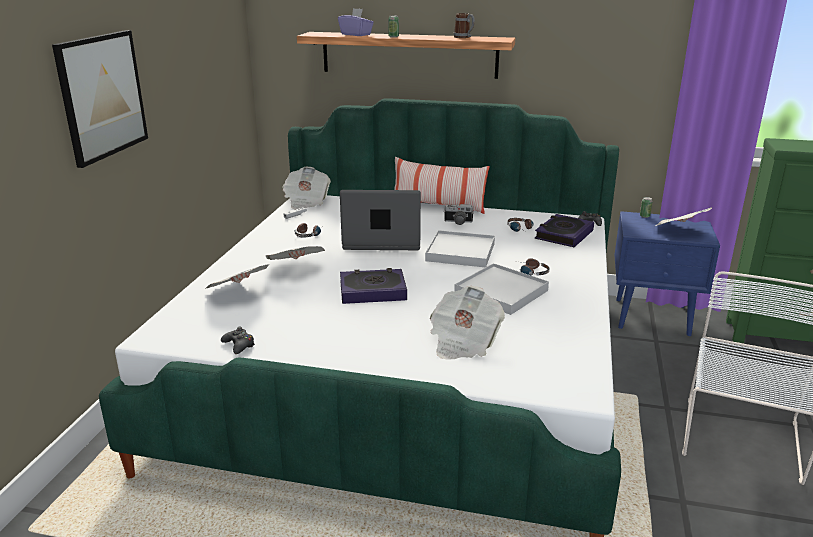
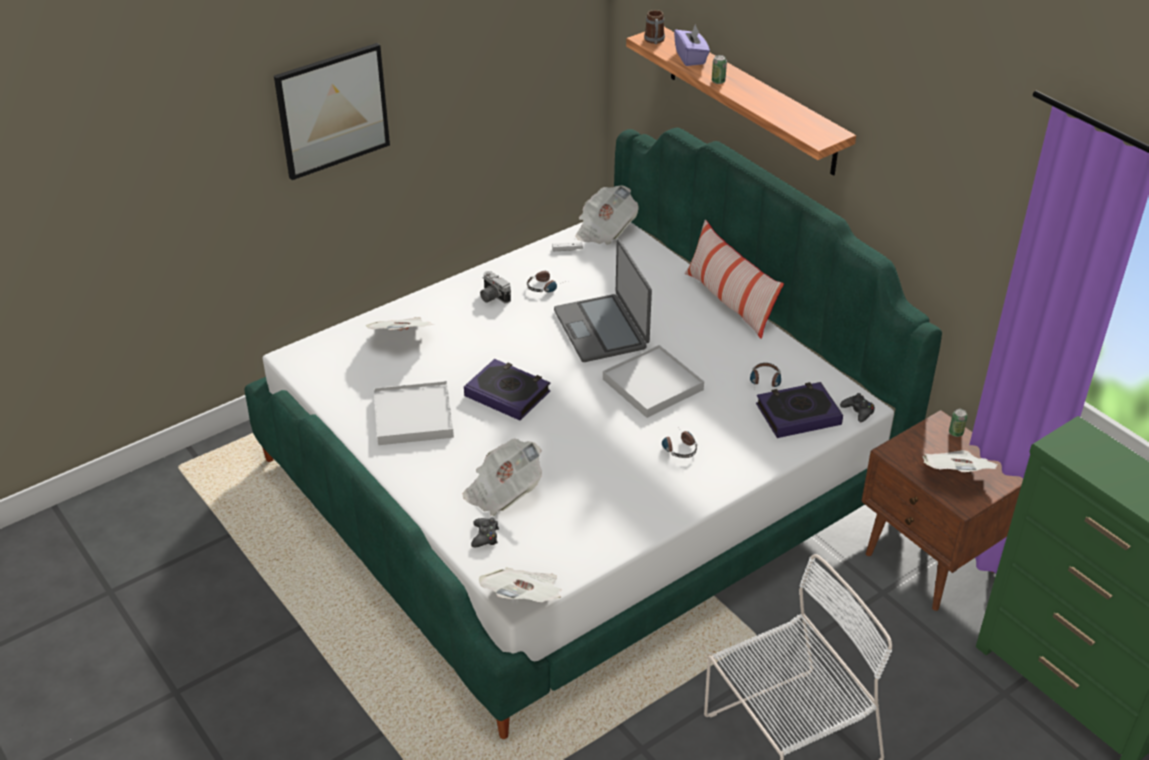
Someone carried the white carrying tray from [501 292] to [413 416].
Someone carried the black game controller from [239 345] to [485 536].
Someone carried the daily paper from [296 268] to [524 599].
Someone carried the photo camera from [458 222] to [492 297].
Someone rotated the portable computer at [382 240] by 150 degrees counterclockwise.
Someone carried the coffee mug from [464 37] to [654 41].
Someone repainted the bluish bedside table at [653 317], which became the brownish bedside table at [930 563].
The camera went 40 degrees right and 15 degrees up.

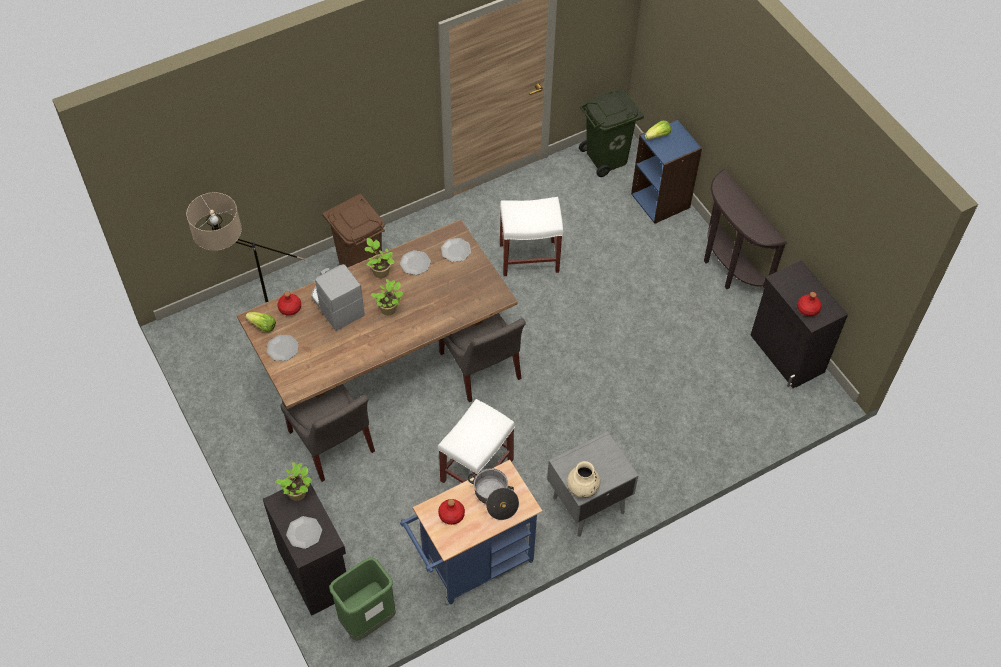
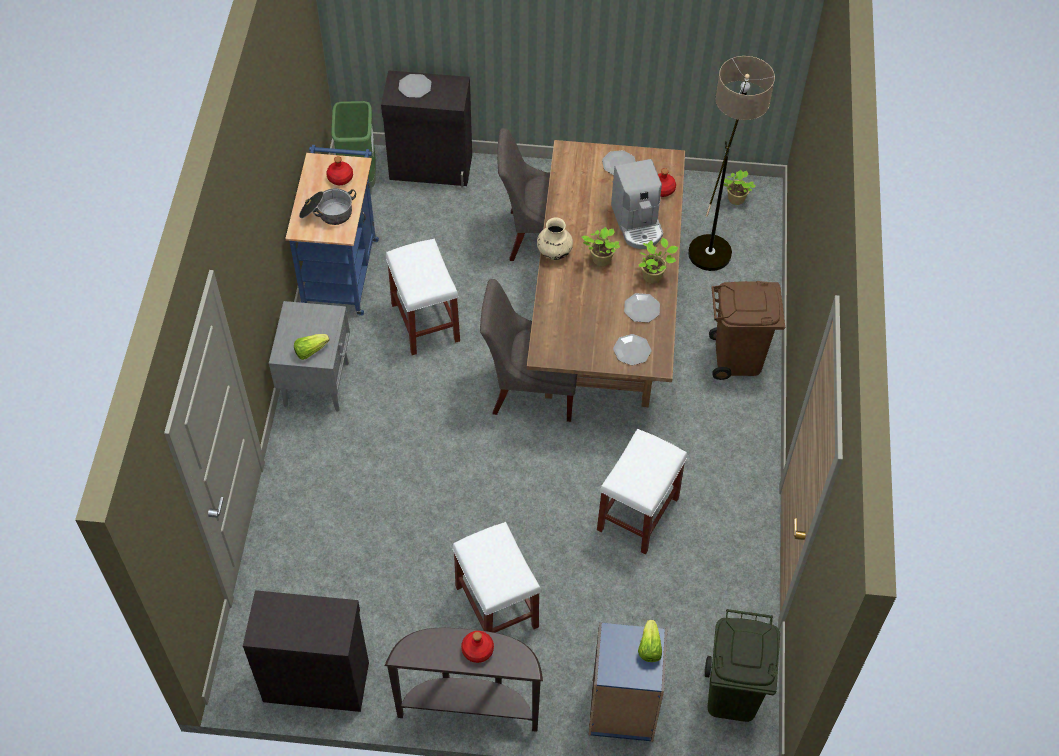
Someone carried the lettuce head from [262 326] to [310 351].
Someone put down the white stool seat at [497 607].
Someone carried the red-coloured bottle from [808 309] to [477 650].
Someone carried the sand-coloured flower vase from [582 488] to [554 252].
Someone rotated the coffee brewer at [336 305] by 75 degrees clockwise.
Someone carried the houseplant from [298 493] to [735 199].
The camera went 125 degrees right and 0 degrees up.

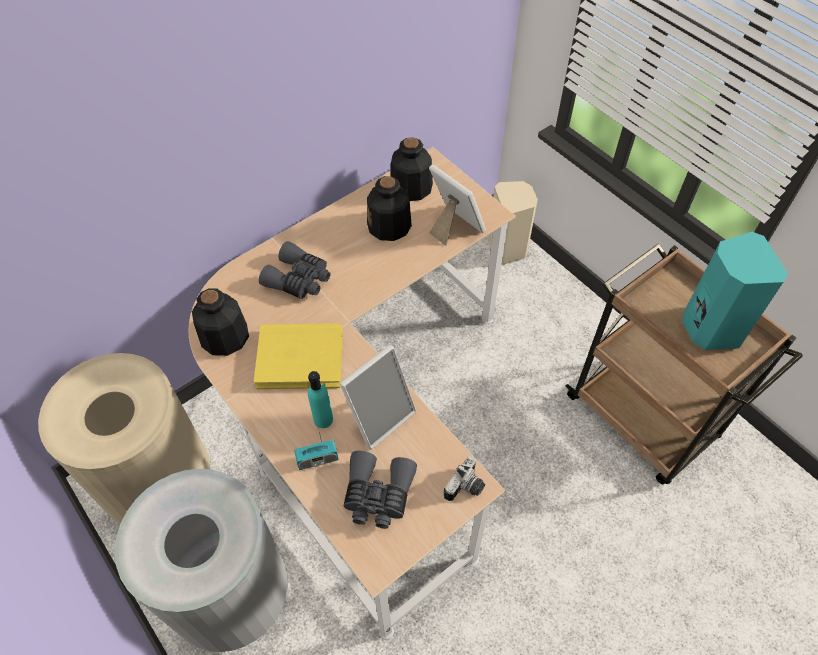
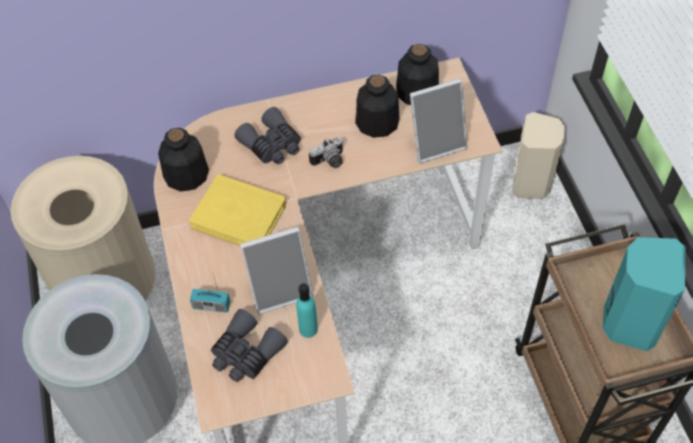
Someone carried the turquoise-coloured bottle from [323 419] to [308 329].
Someone carried the photo camera from [466 488] to [329 162].
Someone rotated the standing frame at [453 227] by 90 degrees clockwise.
The camera went 25 degrees right and 0 degrees up.

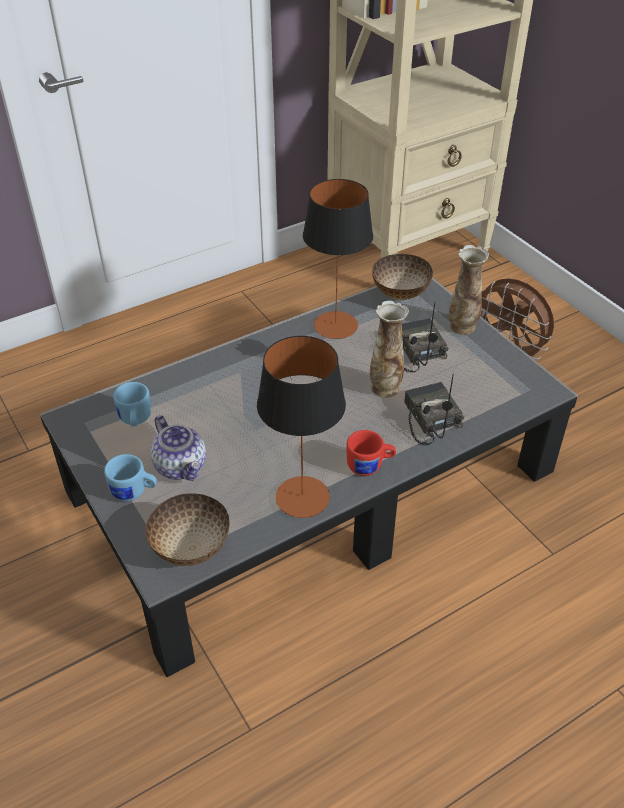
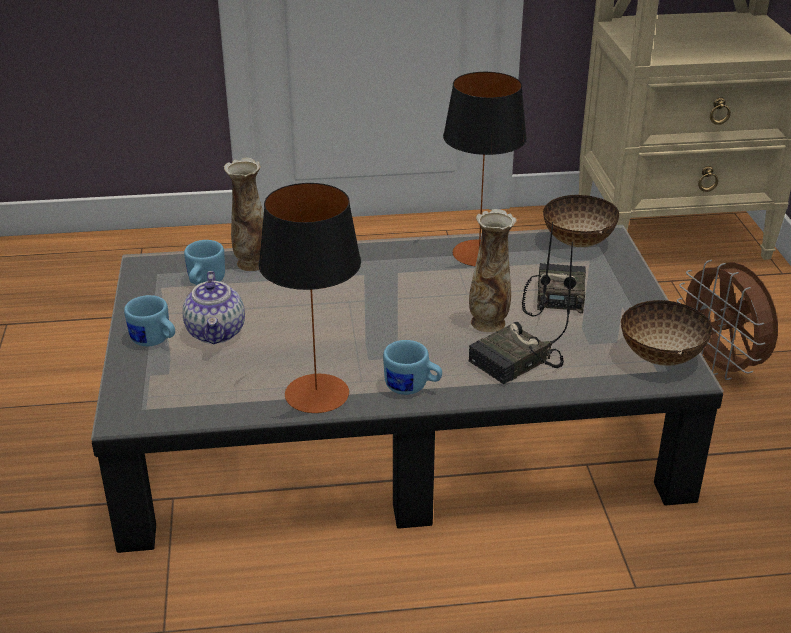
Someone carried the flower vase from [462 327] to [252 263].
Someone repainted the red-coloured coffee mug at [370 466], which became the bluish coffee mug at [412 387].
Someone rotated the radio receiver at [429 418] by 135 degrees counterclockwise.
Someone carried the serving bowl from [190 548] to [659 356].
The camera went 25 degrees right and 10 degrees down.

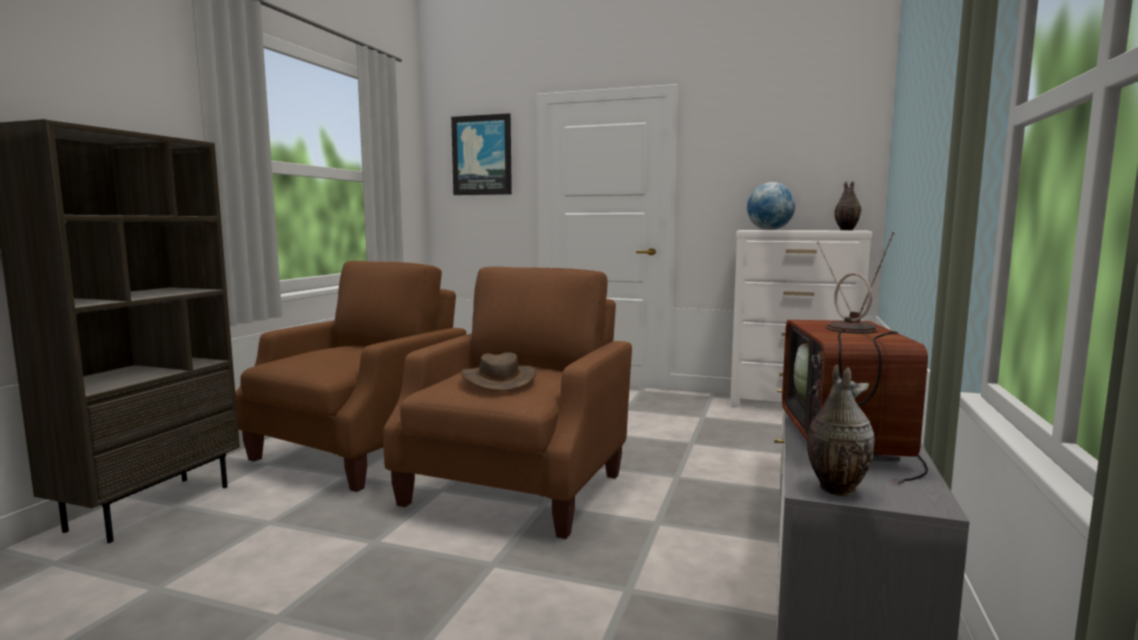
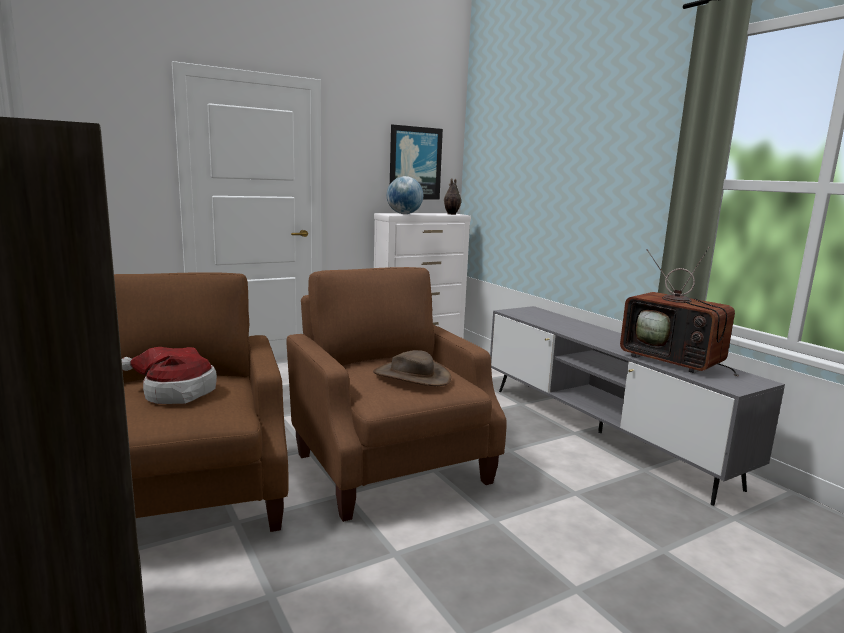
Someone put down the wearable hat at [174 393].
Someone carried the picture from [482 155] to [415 163].
Someone took away the flower vase at [834 488].
The camera went 50 degrees left and 5 degrees up.

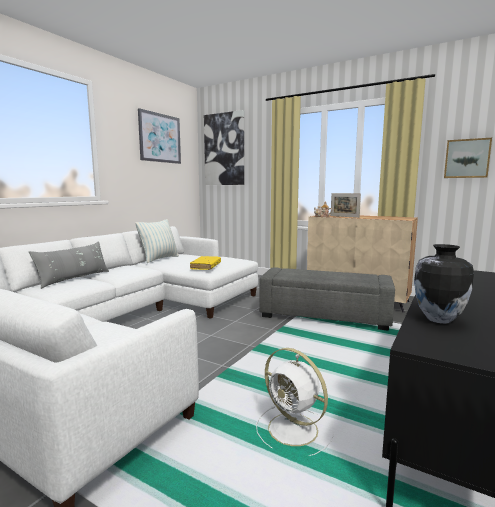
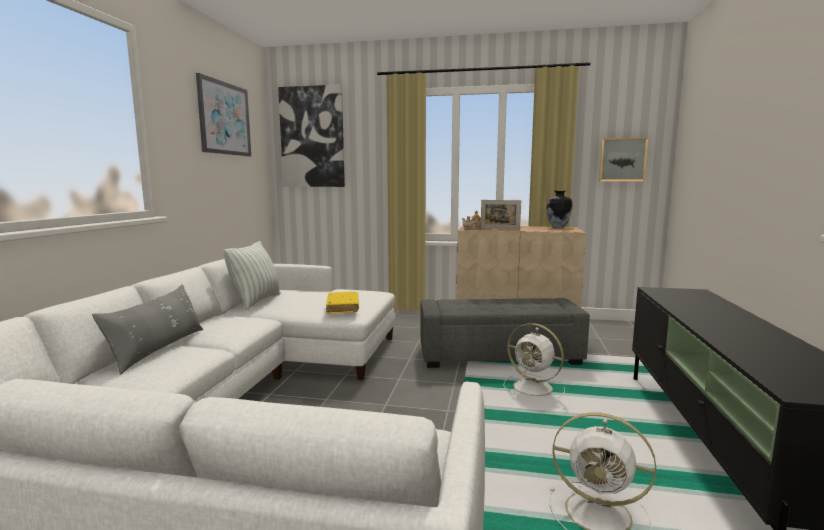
Someone put down the white fan at [534 388].
Someone carried the flower vase from [438 319] to [557 227].
The camera went 20 degrees left and 0 degrees up.

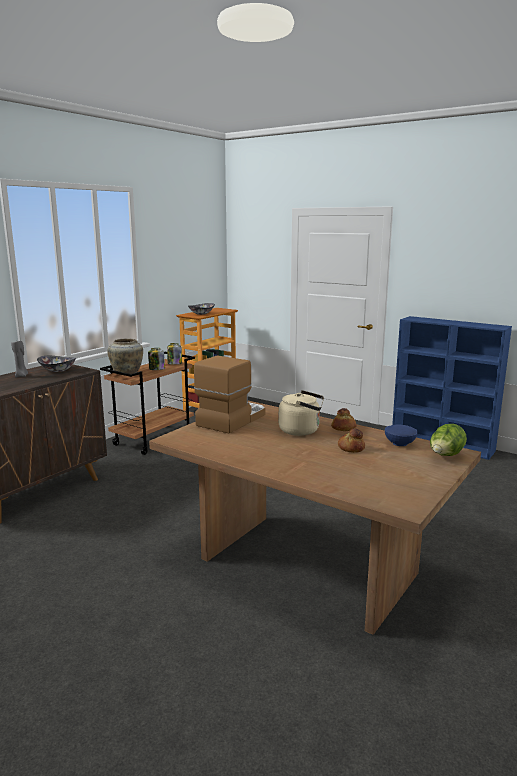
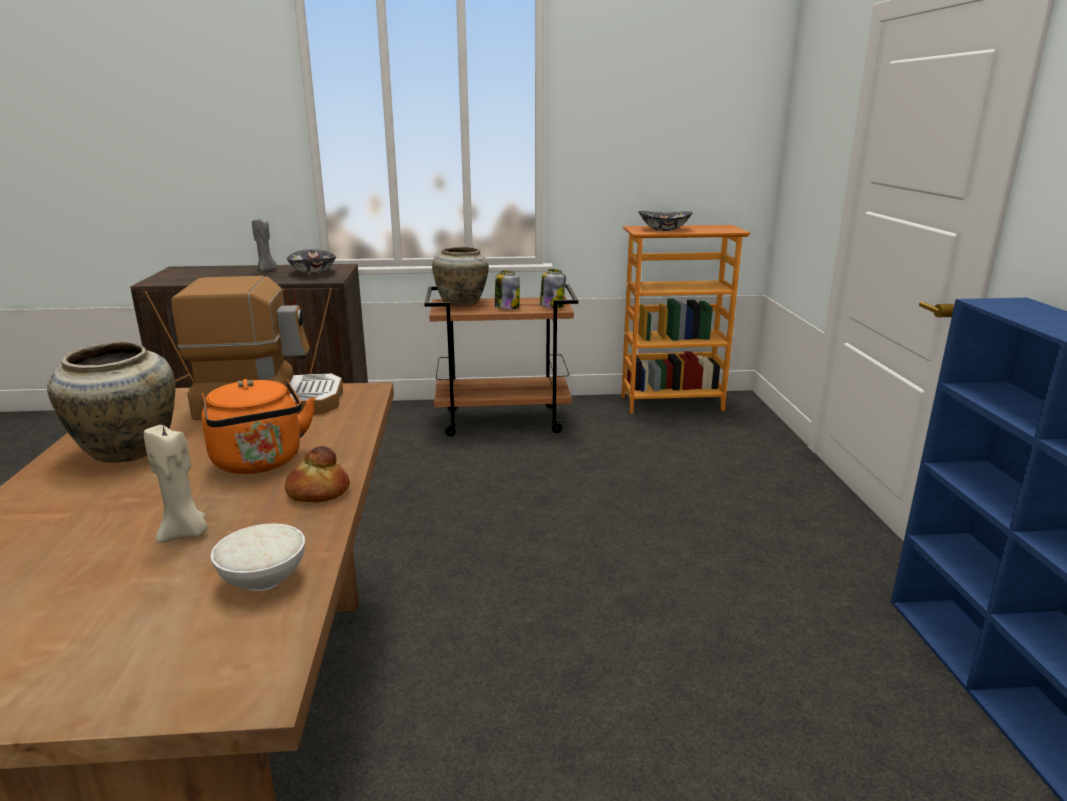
Someone put down the sand-coloured flower vase at [126 451].
Someone swapped the baked bread at [350 448] for the sand-coloured wax light at [185 533].
Someone repainted the sand-coloured water kettle at [302 431], which became the orange water kettle at [260 463].
Someone repainted the bluish serving bowl at [400 443], which became the white serving bowl at [265 579].
Someone took away the lettuce head at [445 456].
The camera went 50 degrees right and 5 degrees up.

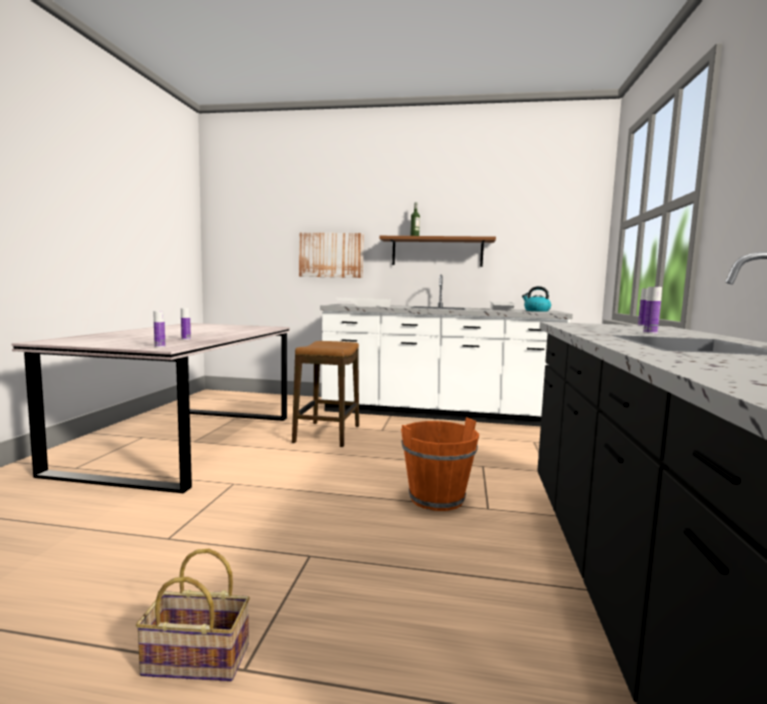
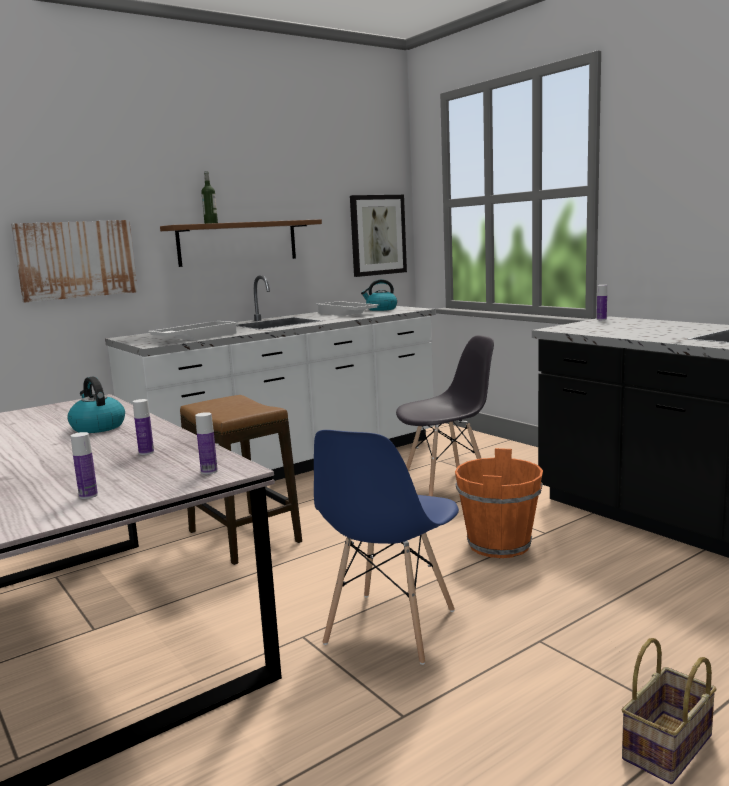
Someone put down the water kettle at [97 427].
Someone carried the bottle from [650 333] to [88 495].
Someone put down the bluish plain chair at [390 628].
Someone put up the picture at [377 235].
Someone put down the grey plain chair at [447 484].
The camera went 45 degrees left and 5 degrees up.

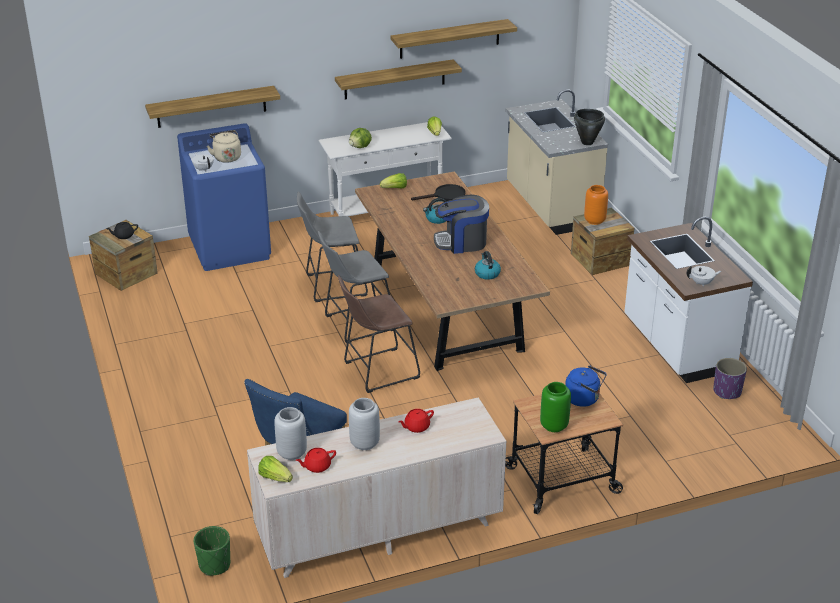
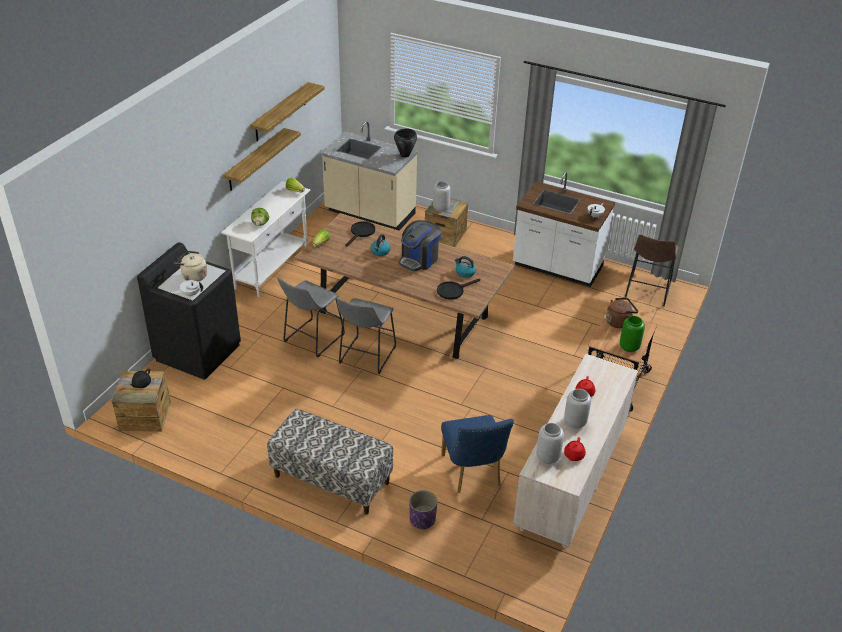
Someone repainted the bluish washing machine at [230 248], which became the black washing machine at [198 352].
Someone put down the long seat at [331 479].
Someone carried the purple flower pot from [727 391] to [422 519].
Someone repainted the orange flower vase at [595 221], which became the grey flower vase at [441 208].
Someone put down the black skillet at [453 290].
Someone repainted the bluish water kettle at [584 399], which became the brownish water kettle at [619 321].
Someone carried the brownish stool seat from [377 371] to [646 291].
Someone took away the wall shelf at [211 107].
Someone took away the green flower pot at [214 565].
Someone took away the lettuce head at [275 477].
The camera went 45 degrees left and 5 degrees up.

